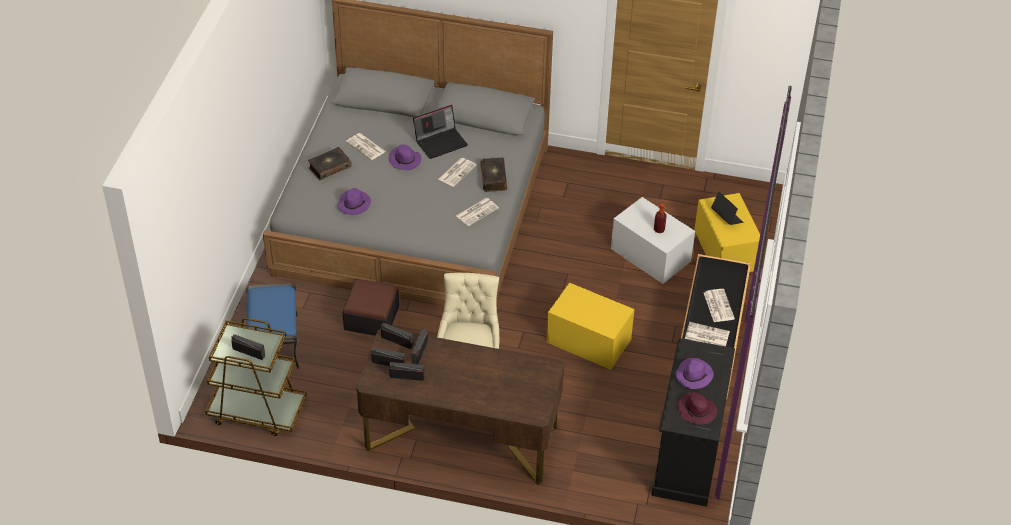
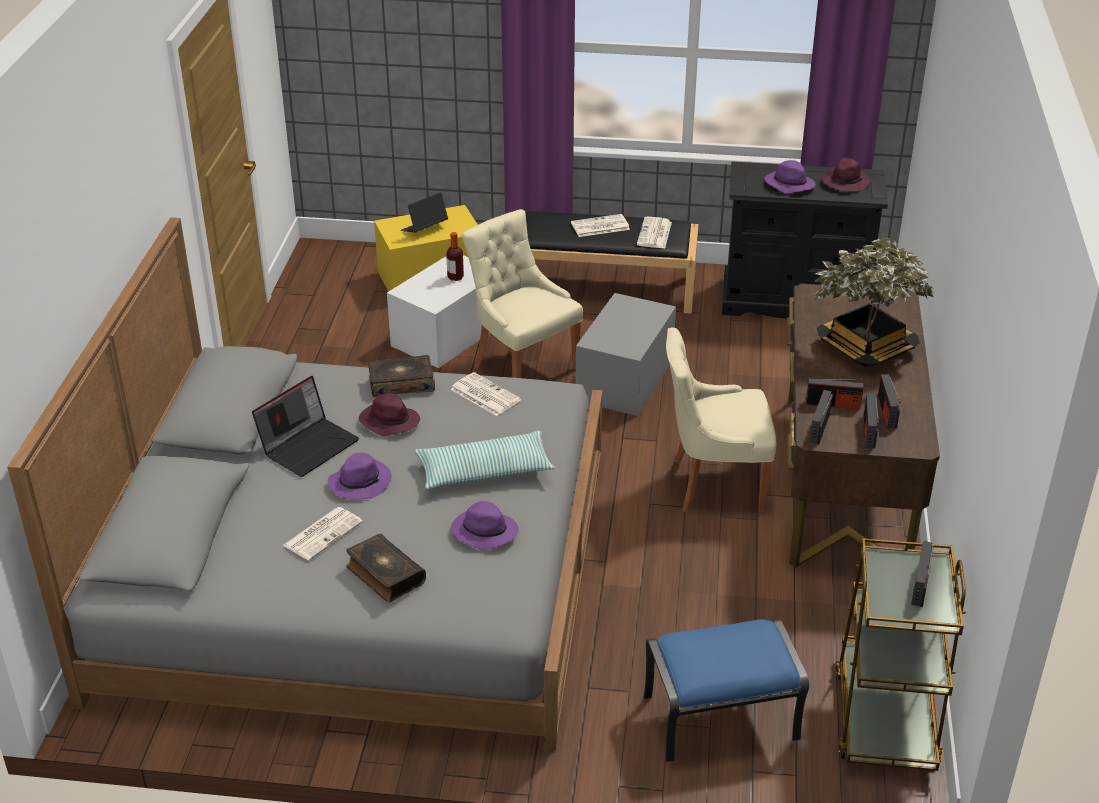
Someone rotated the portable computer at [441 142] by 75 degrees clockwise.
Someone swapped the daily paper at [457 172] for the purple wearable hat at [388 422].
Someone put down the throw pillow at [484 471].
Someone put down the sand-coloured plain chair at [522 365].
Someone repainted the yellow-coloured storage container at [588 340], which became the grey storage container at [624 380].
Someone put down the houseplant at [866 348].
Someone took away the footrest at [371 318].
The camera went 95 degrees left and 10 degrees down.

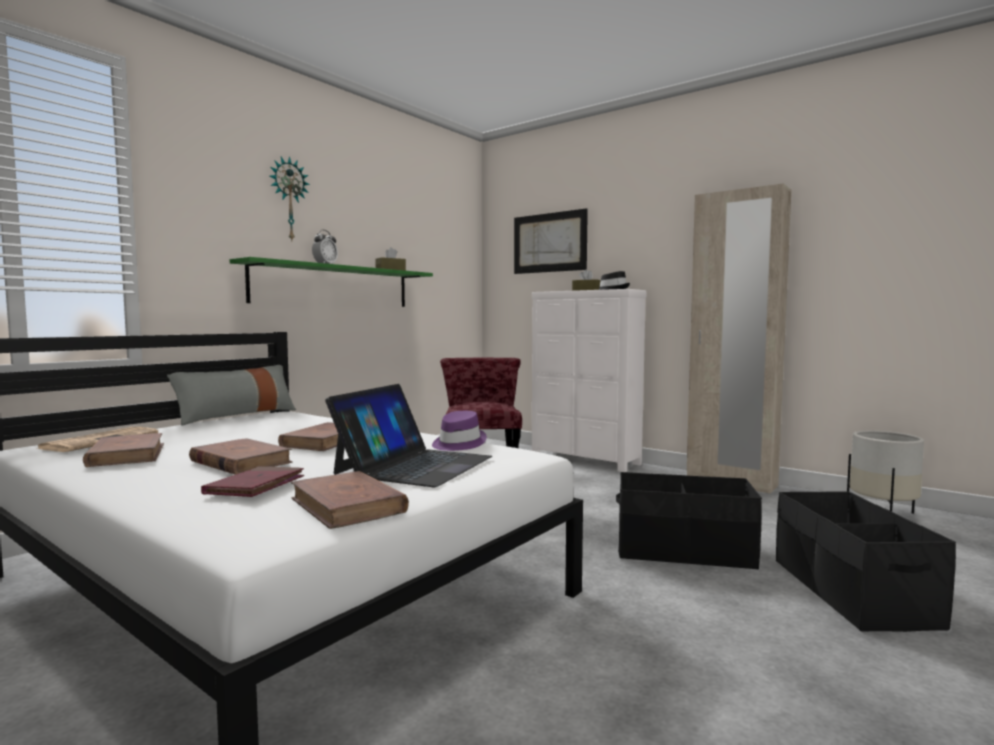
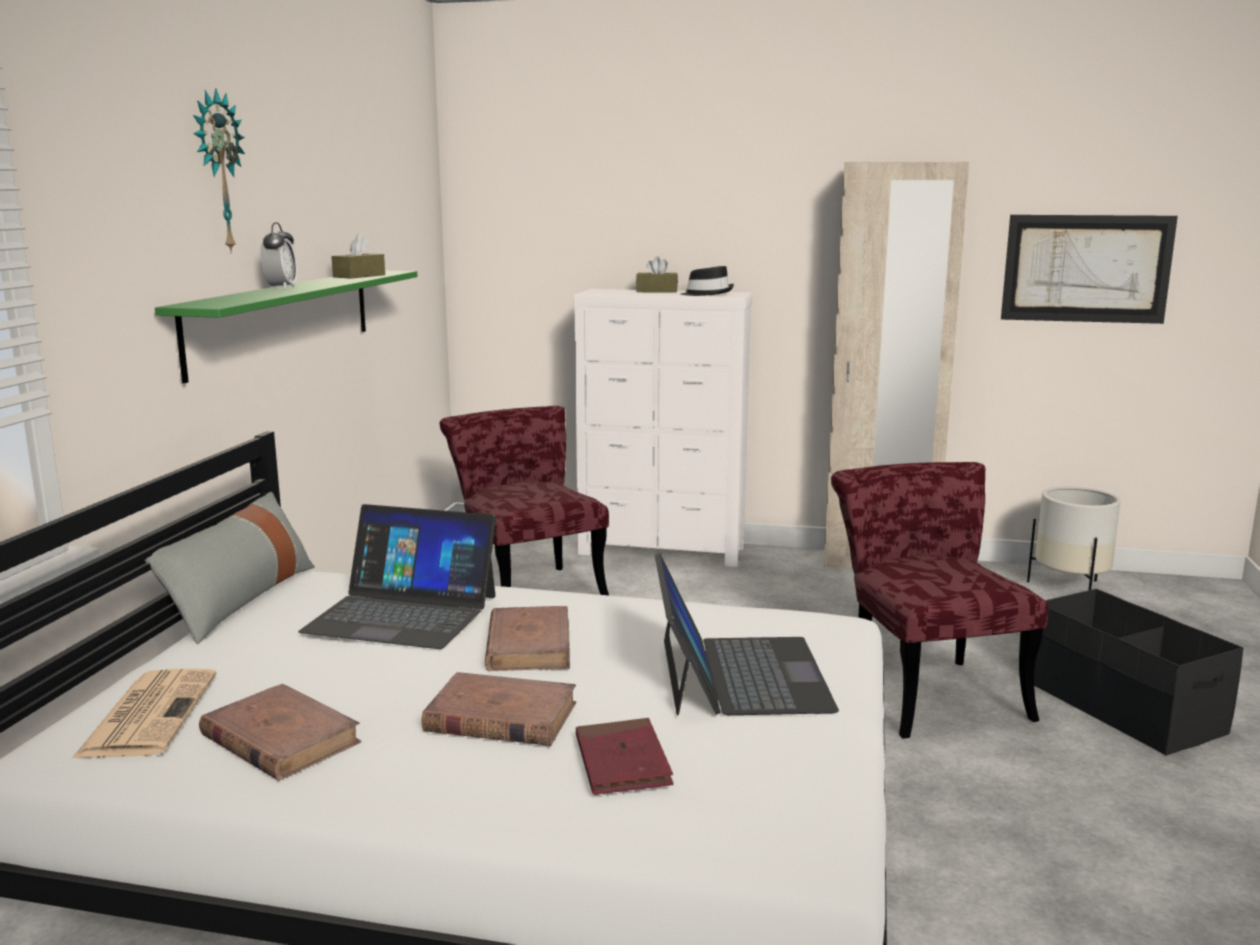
Someone put down the portable computer at [402 613].
Someone swapped the black storage container at [683 551] for the red-coloured plain chair at [925 688].
Someone carried the picture from [549 242] to [1086 268].
Someone took away the brownish volume at [348 505].
Someone took away the purple wearable hat at [457 444].
The camera went 25 degrees left and 10 degrees up.

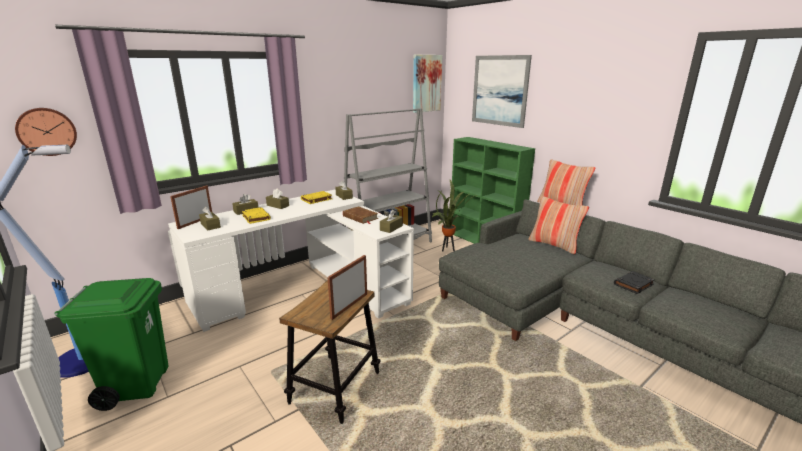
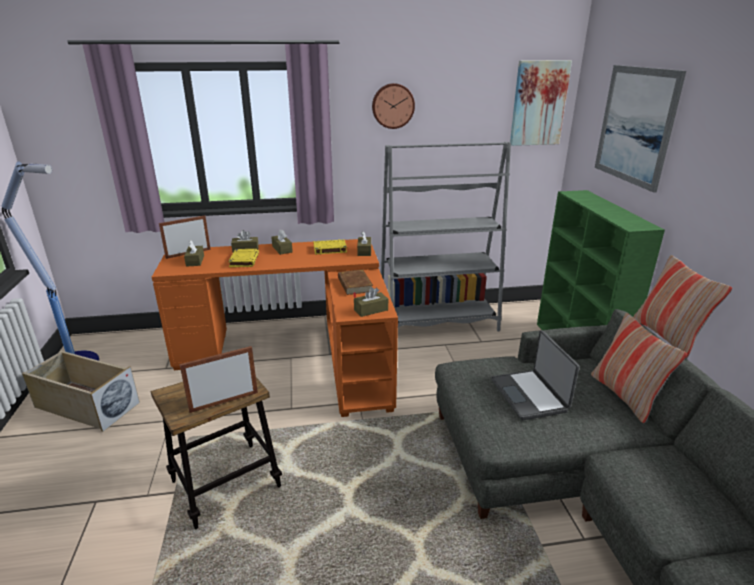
Someone swapped the green rubbish bin at [137 385] for the sand-coloured storage container at [86 405].
Someone repainted the white desk unit at [306 290], which became the orange desk unit at [299 354].
Someone carried the wall clock from [47 131] to [393 106].
Someone put down the portable computer at [530 395].
Someone took away the houseplant at [448 249].
Someone took away the black volume at [633 284].
The camera went 30 degrees right and 5 degrees up.

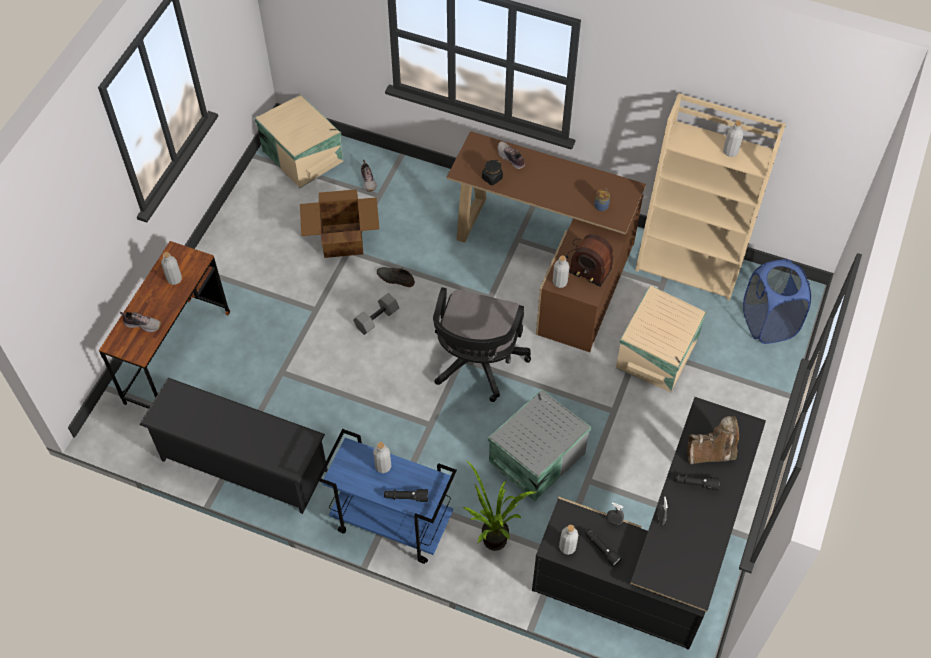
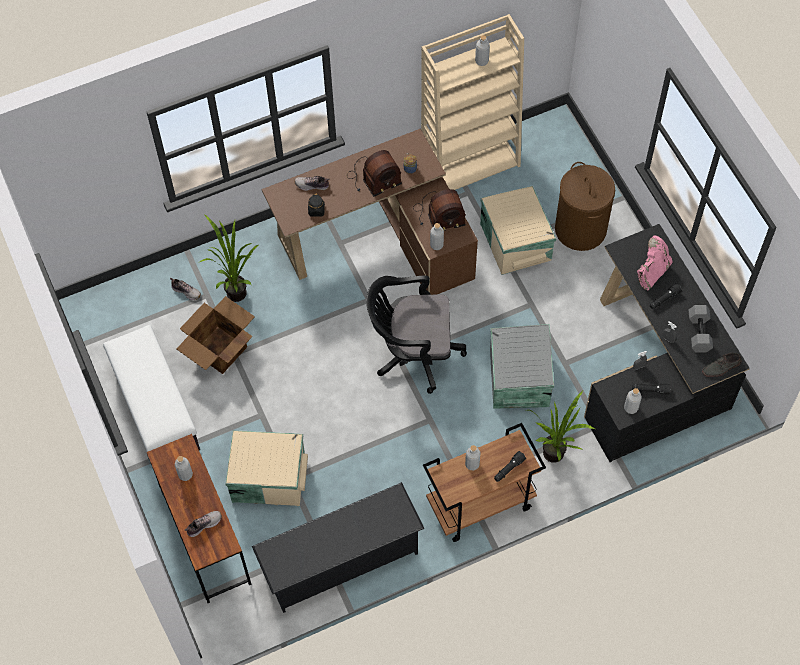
Someone put down the white long seat at [155 407].
Someone put down the houseplant at [236 289].
Someone carried the sand-coloured storage container from [303 155] to [268 476].
Someone put down the radio receiver at [373 178].
Someone rotated the black desk chair at [477 364] by 120 degrees clockwise.
Someone repainted the bluish wheeled cart at [391 523], which became the brownish wheeled cart at [480 505].
Someone put down the brownish laundry basket at [580 229].
Someone repainted the brownish tall boot at [711 453], which became the pinkish tall boot at [652 272].
Someone carried the grey dumbbell from [376 318] to [698 332].
Someone carried the grey item of footwear from [395 278] to [721 367].
Someone took away the bluish laundry basket at [768 323].
The camera went 45 degrees left and 5 degrees up.

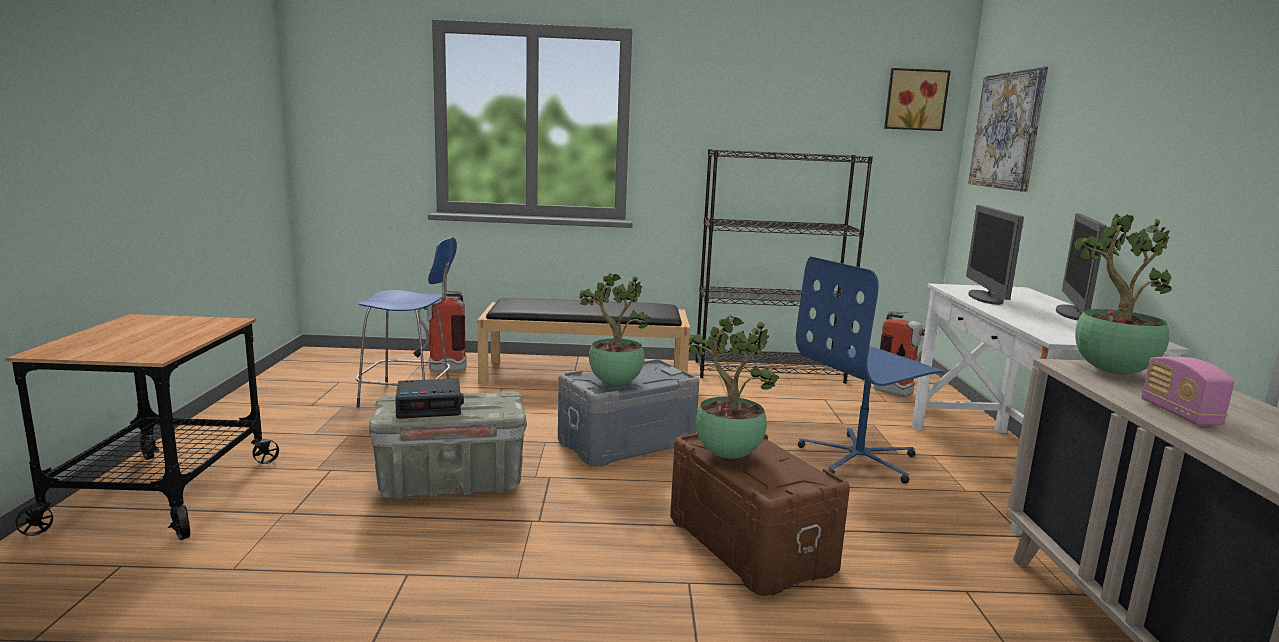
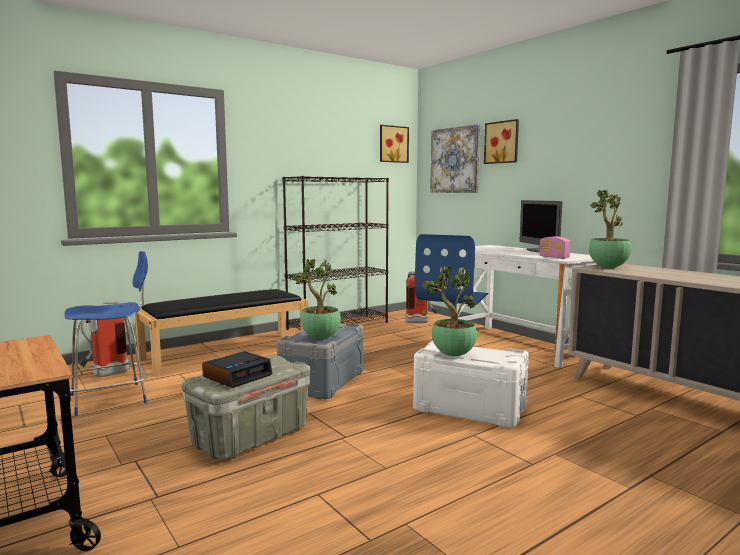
Someone repainted the brownish storage container at [748 544], which became the white storage container at [469 409].
Someone put up the picture at [502 142].
Someone carried the radio receiver from [1179 414] to [554 257].
Someone took away the monitor at [985 298].
The camera went 35 degrees left and 5 degrees down.

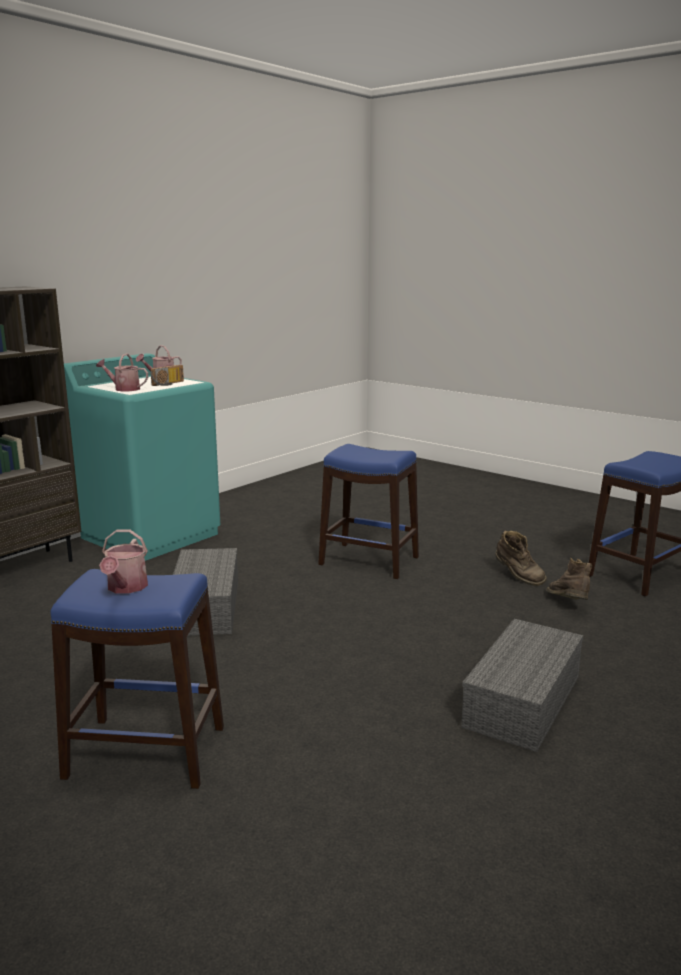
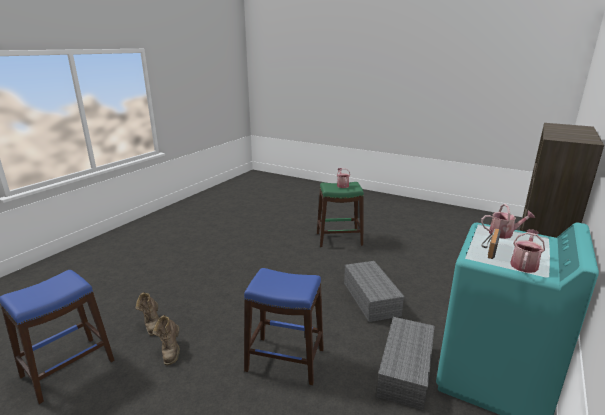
Someone rotated the brownish tall boot at [518 577] by 135 degrees counterclockwise.
Someone repainted the bluish stool seat at [146 753], which became the green stool seat at [339 239].
Someone carried the grey storage container from [523 702] to [404 369].
The camera went 170 degrees right and 5 degrees up.

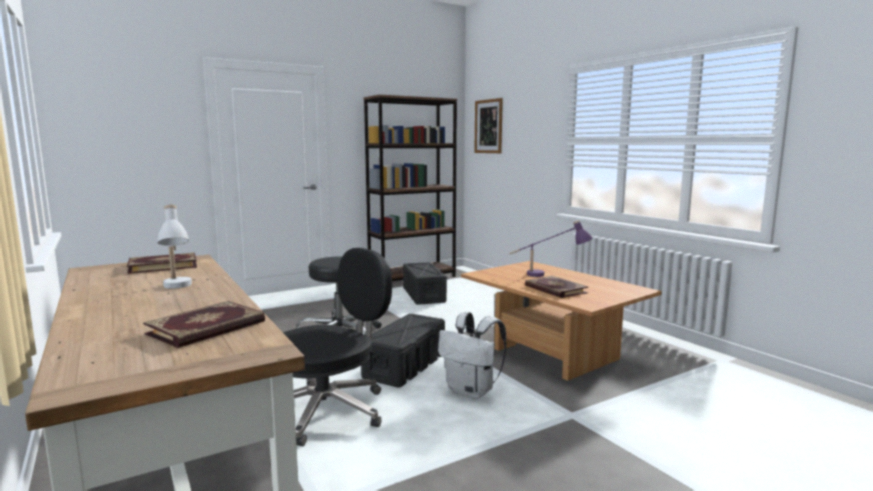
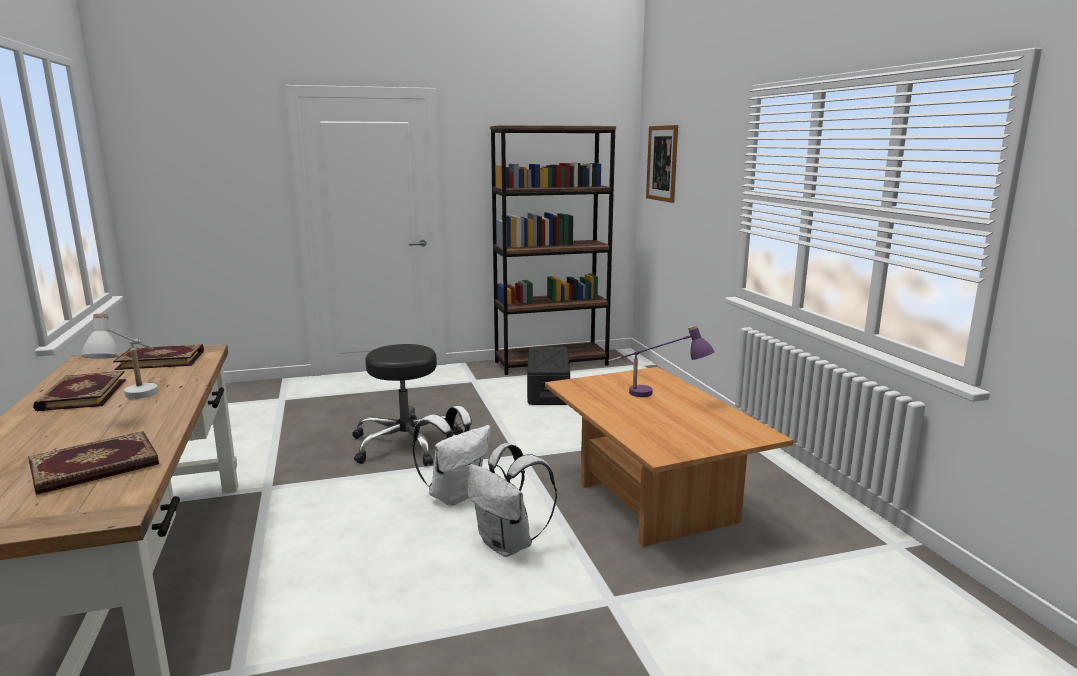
Someone carried the volume from [555 289] to [81 395].
Someone swapped the black storage container at [405 365] for the white rucksack at [454 495].
Someone took away the black desk chair at [329 411].
The camera went 15 degrees right and 5 degrees up.

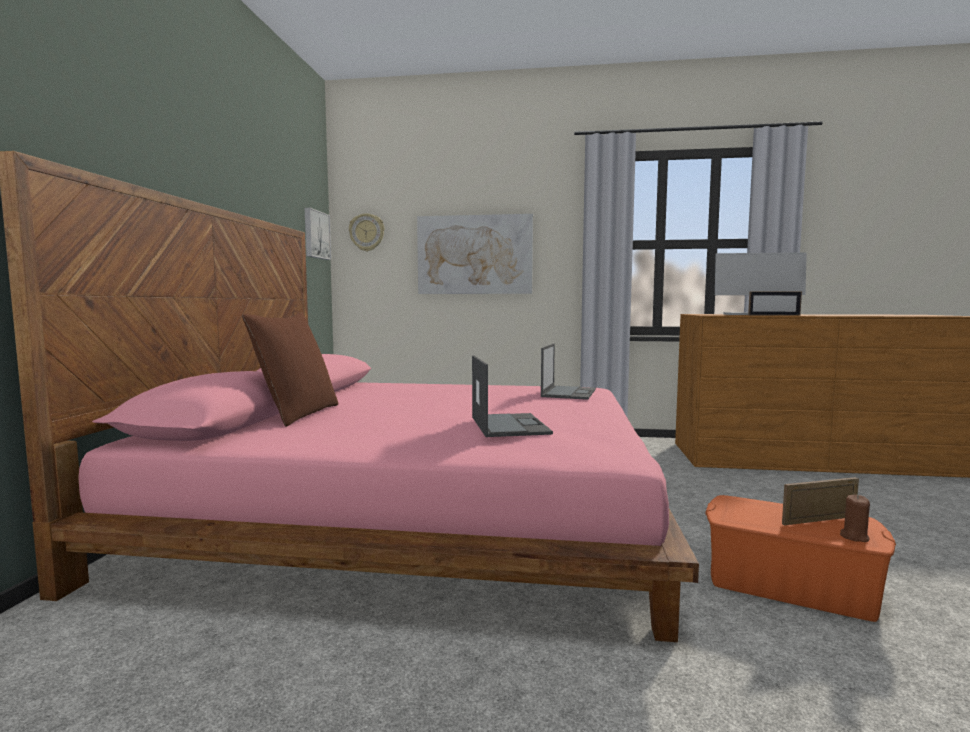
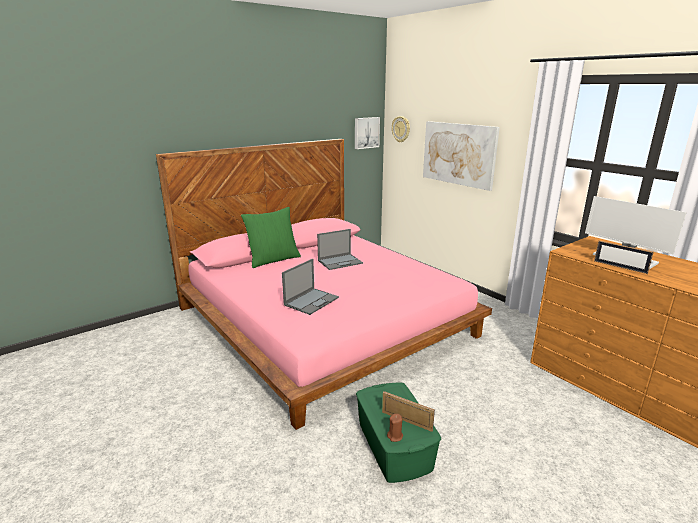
Someone repainted the brownish throw pillow at [297 414], which became the green throw pillow at [273 260].
Someone carried the portable computer from [568 393] to [340 262].
Someone repainted the orange storage container at [789 585], which became the green storage container at [393 446].
The camera went 45 degrees right and 15 degrees up.

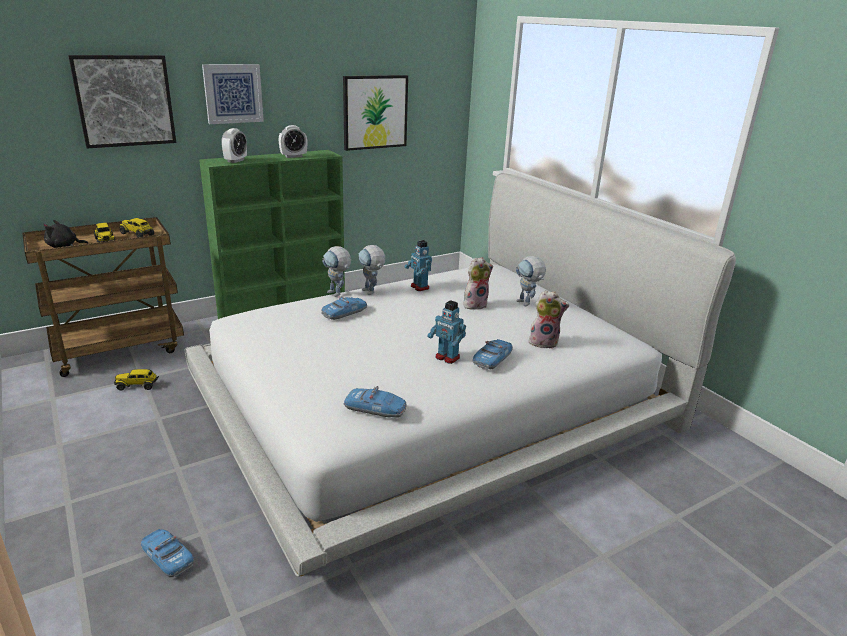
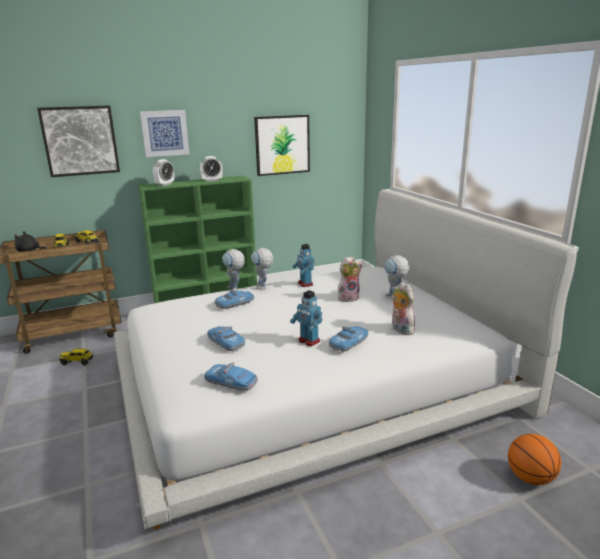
Someone carried the model car from [167 557] to [225 342].
Someone rotated the soft toy at [544 342] by 135 degrees counterclockwise.
Someone put down the basketball at [530 478].
The camera went 10 degrees right and 5 degrees down.

